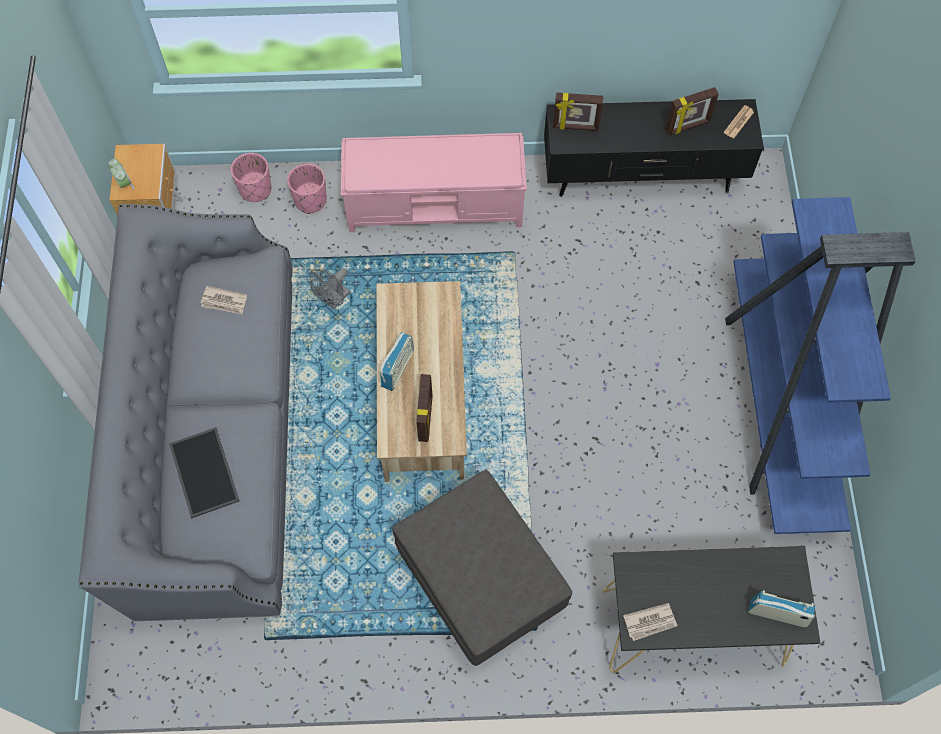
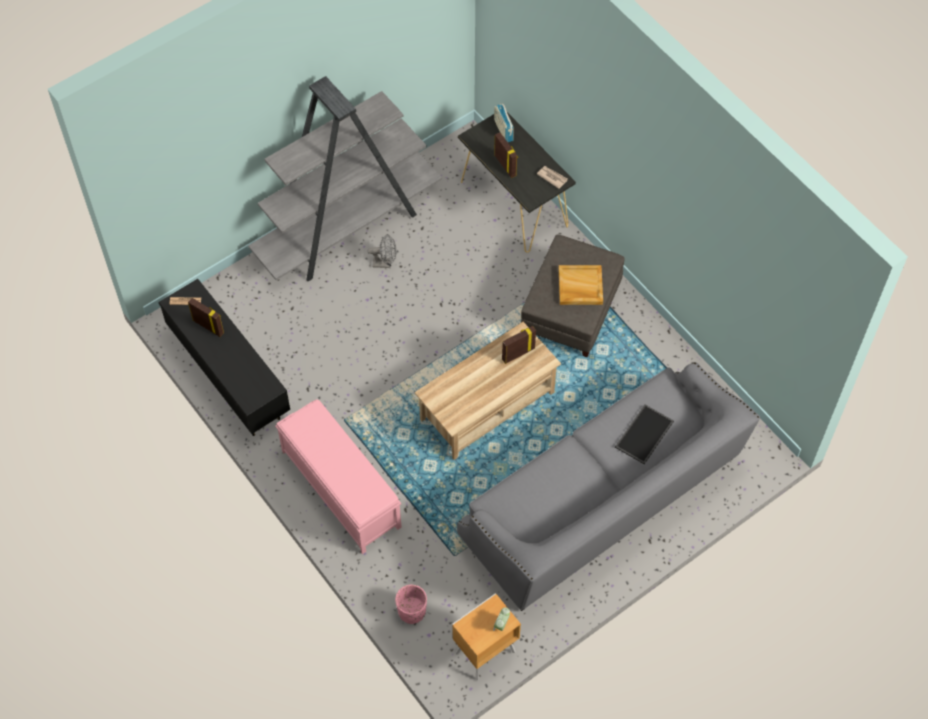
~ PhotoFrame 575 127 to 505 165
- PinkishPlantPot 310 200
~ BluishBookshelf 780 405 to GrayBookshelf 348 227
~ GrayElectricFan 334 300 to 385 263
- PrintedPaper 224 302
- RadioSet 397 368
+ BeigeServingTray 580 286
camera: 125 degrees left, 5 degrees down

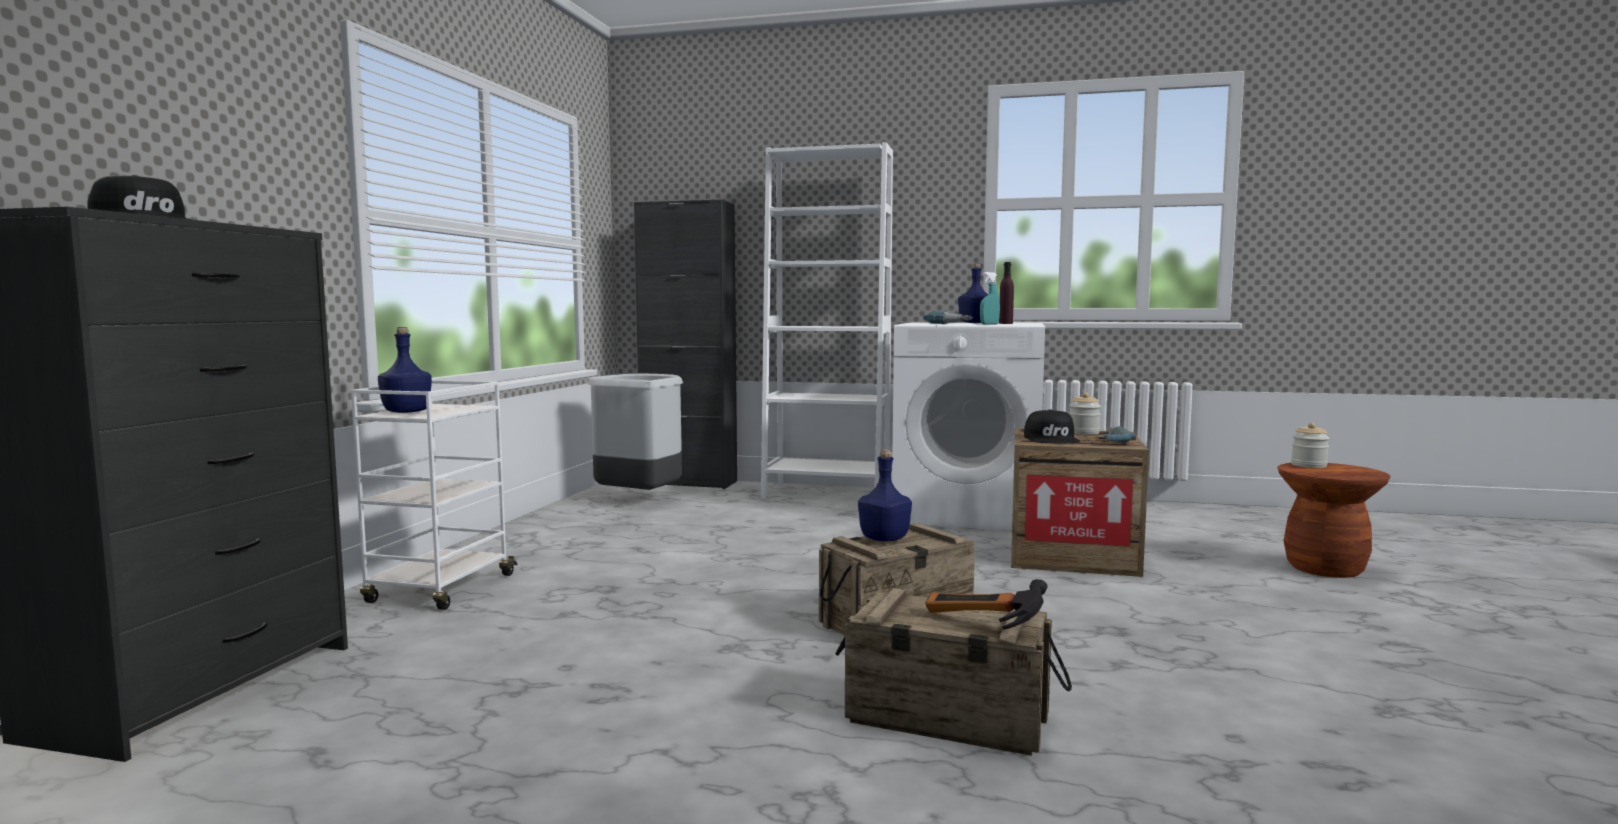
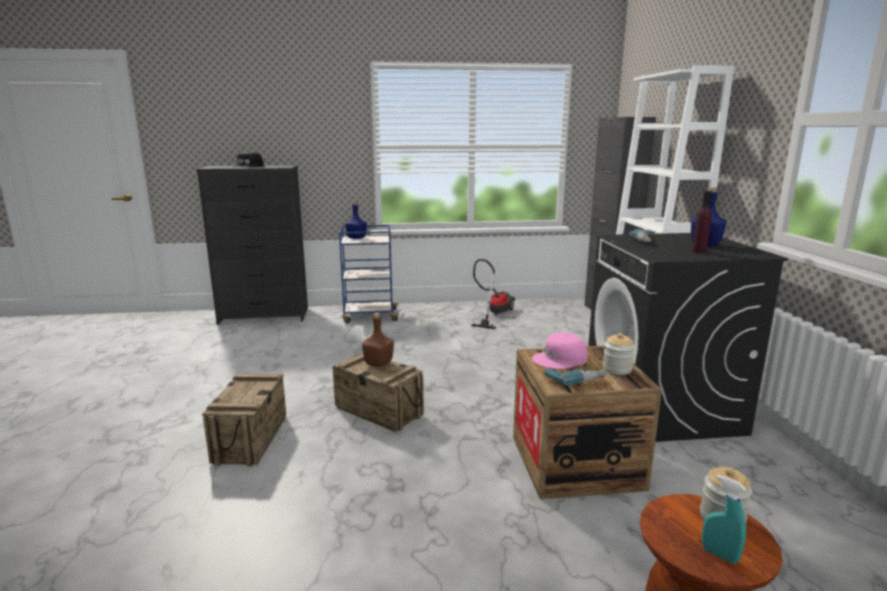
~ TurquoiseSprayBottle 989 324 to 719 555
~ WhitishLaundryMachine 969 512 to BlackLaundryMachine 662 408
- GrayWasteBin 641 500
~ WhitishTrolley 440 589 to BluishTrolley 369 316
~ BlackCap 1052 439 to PinkishCap 560 359
~ BluishDrinkBottle 884 539 to BrownColouredDrinkBottle 378 363
- ToolHammer 978 626
+ Vacuum 494 314
camera: 70 degrees right, 10 degrees up

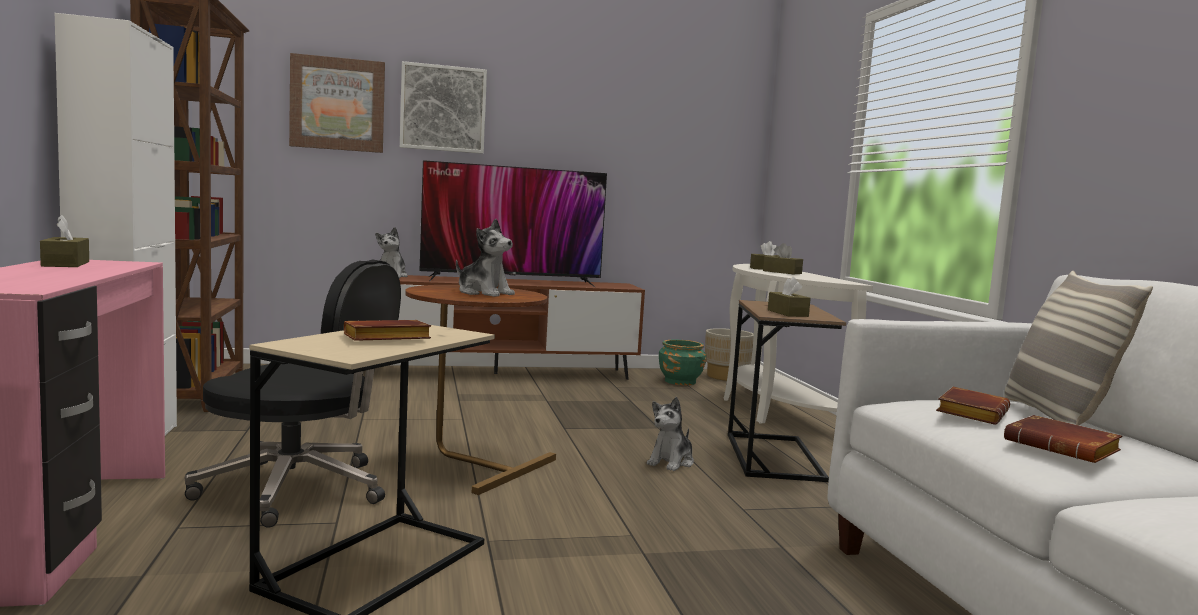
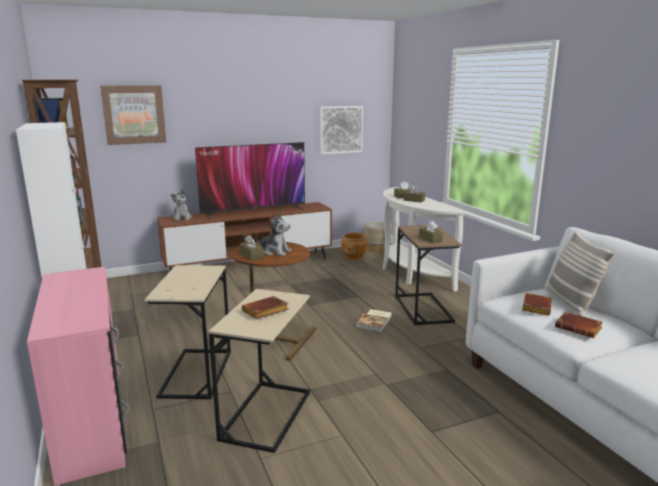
~ WallArt 443 108 to 340 129
~ BrownColouredTissueHolder 65 264 to 251 256
~ BlackOfficeChair 298 490 to BeigeSideTable 196 373
~ GreenColouredPlantPot 680 381 to BrownColouredPlantPot 354 257
~ SoftToy 671 462 to Book 374 321
camera: 10 degrees left, 10 degrees up

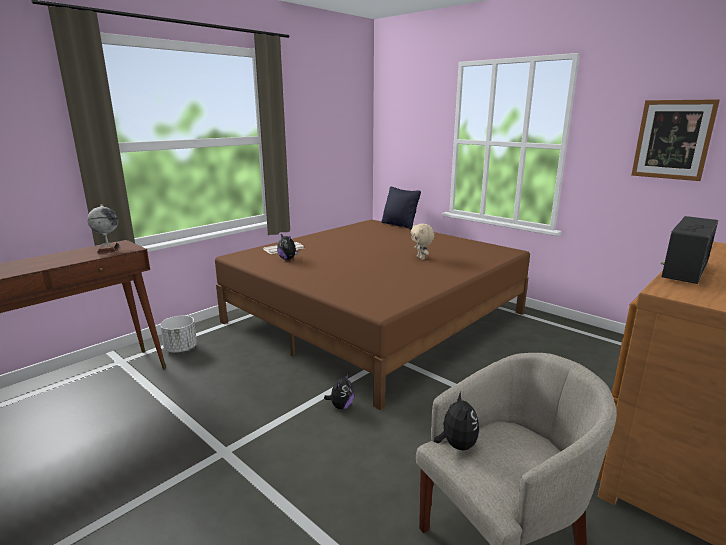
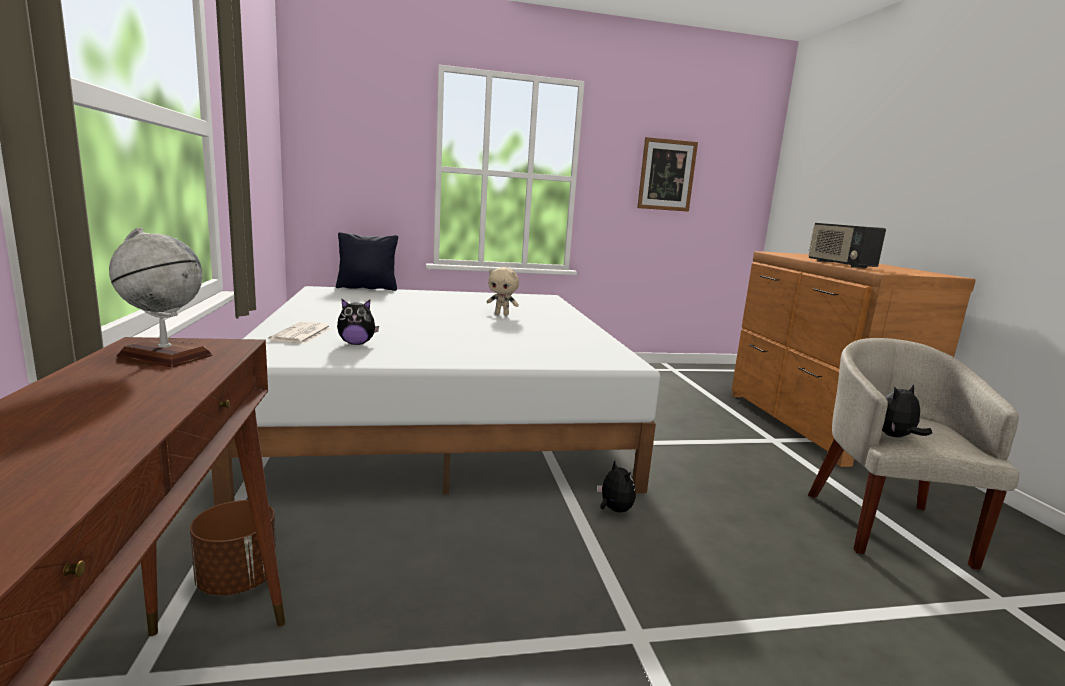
~ BrownColouredBedroomBed 375 318 to WhitishBedroomBed 440 415
~ WhitishPlantPot 181 349 to BrownColouredPlantPot 237 580
~ SoftToy 456 445 = 896 437 60 degrees counterclockwise
camera: 55 degrees left, 5 degrees down

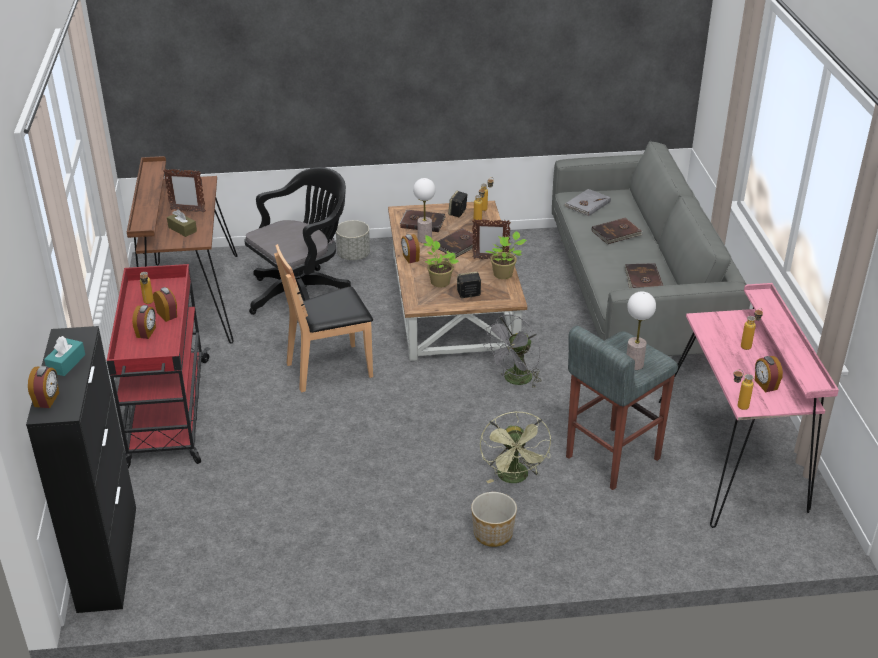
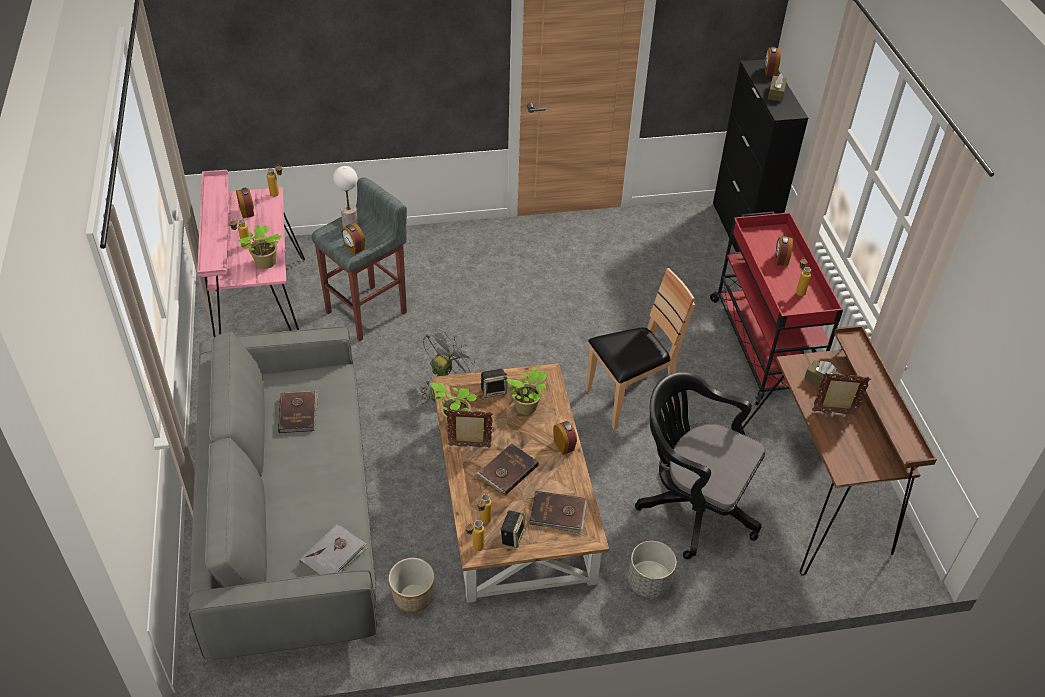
~ BlackOfficeChair 302 294 = 692 505 75 degrees clockwise
- TableLamp 424 239
- BrownColouredBook 617 233
~ AlarmClock 167 315 to 354 247
~ TurquoiseTissueHolder 66 363 to BrownColouredTissueHolder 776 93
- GreenColouredElectricFan 515 478
~ PlantPot 493 533 to 412 597
+ PottedPlant 264 263
camera: 175 degrees right, 10 degrees up

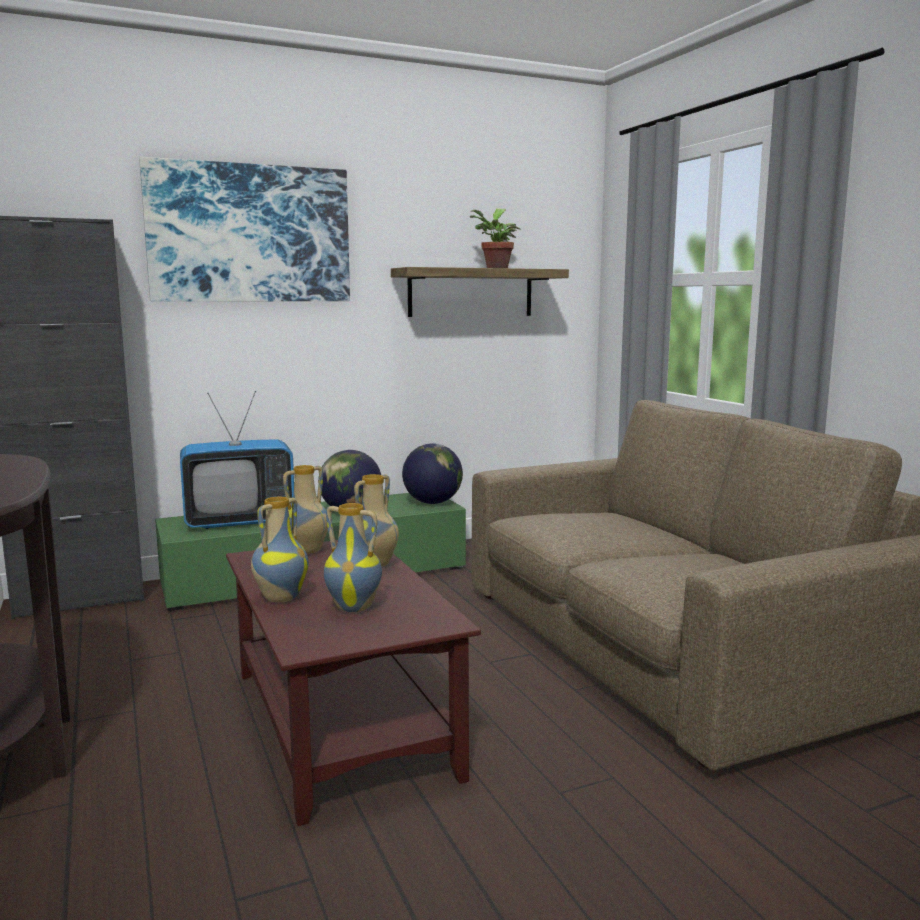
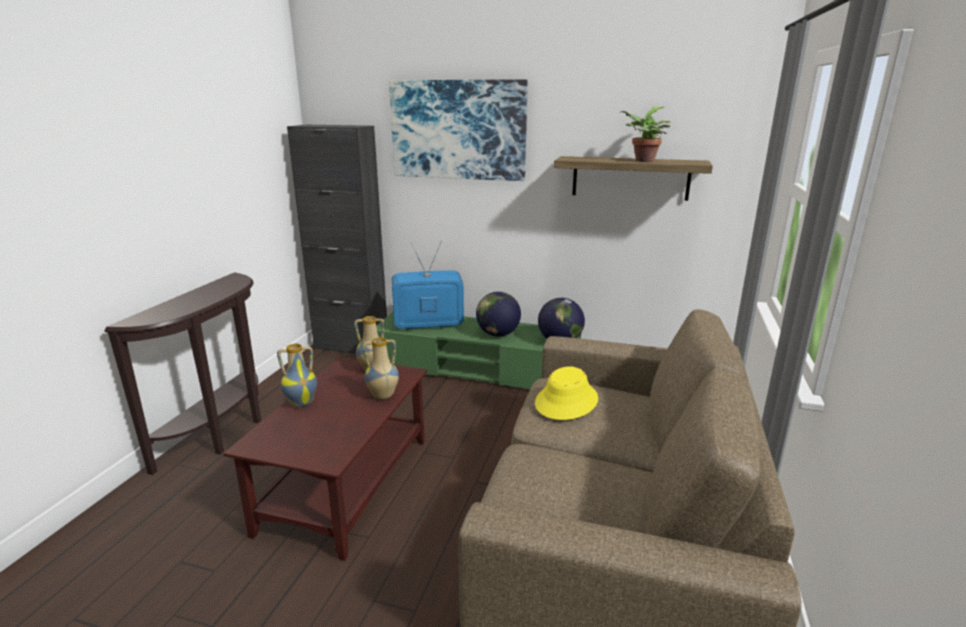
~ Tv 240 521 = 428 324 150 degrees clockwise
- DecorativeVase 355 607
+ YellowHat 566 401
camera: 40 degrees right, 10 degrees up

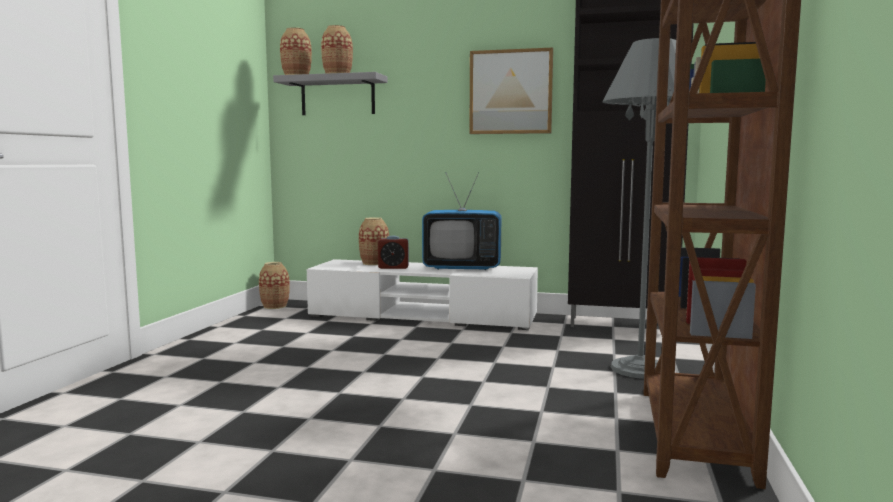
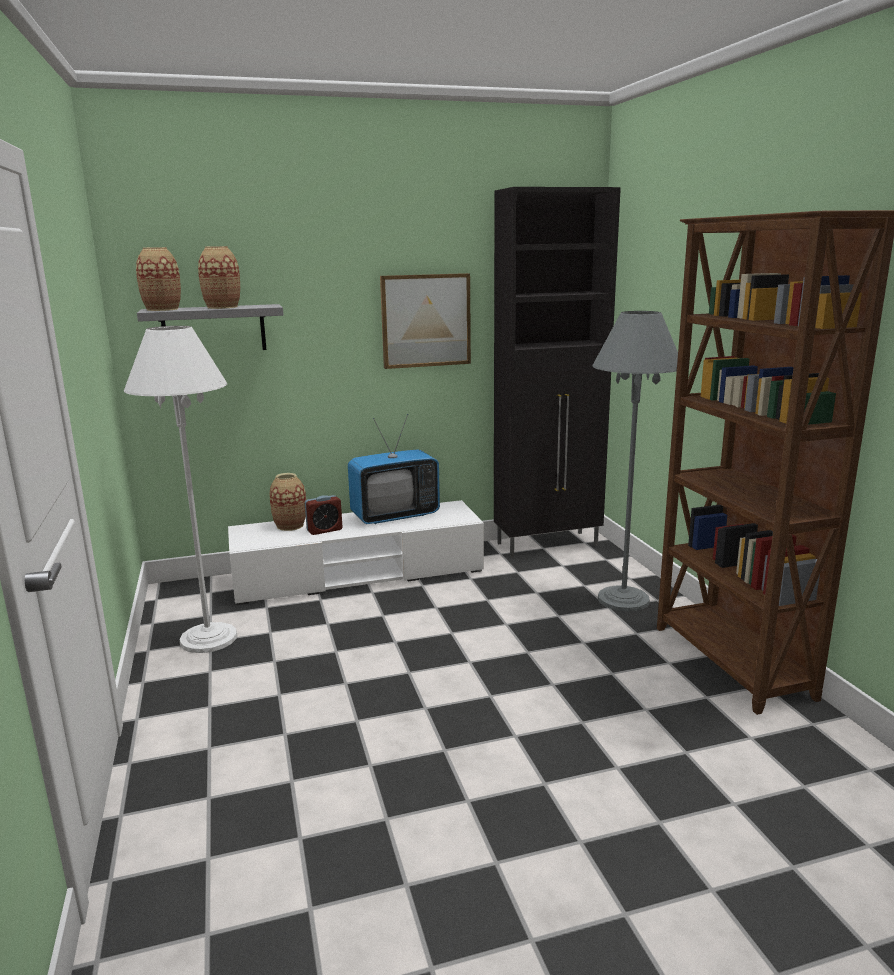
- DecorativeVase 275 306
+ WhitishStandingLamp 209 638
camera: 30 degrees left, 10 degrees up

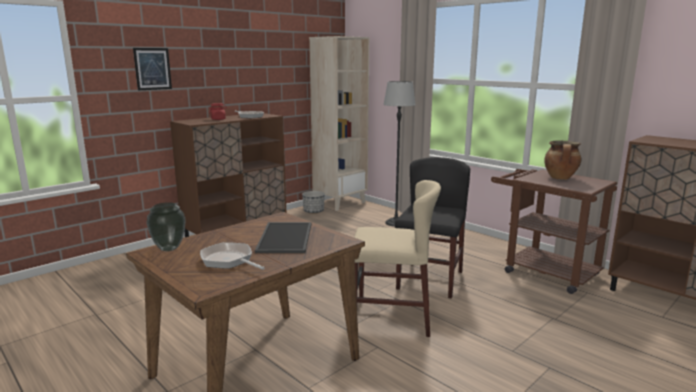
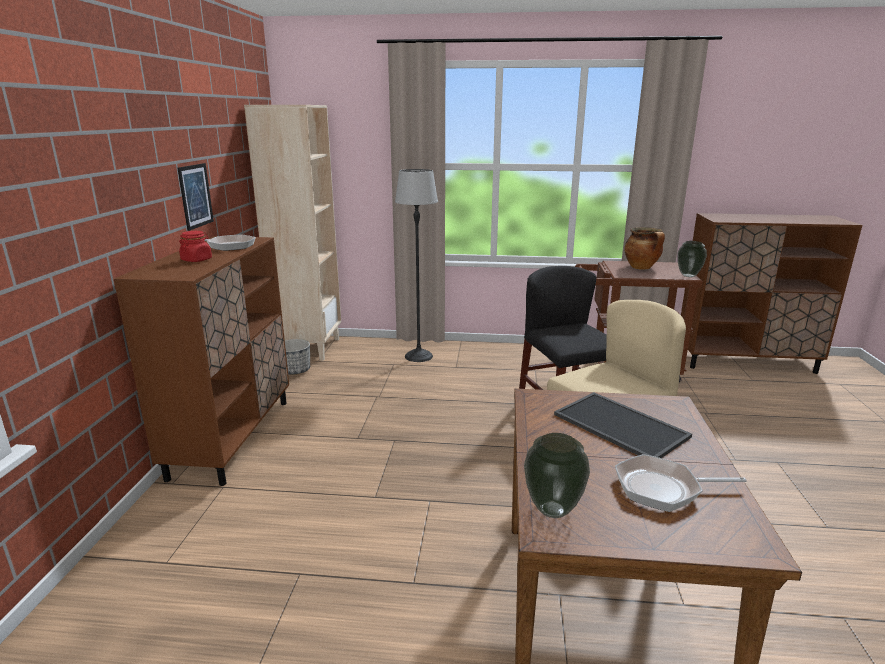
~ WallArt 152 69 to 195 196
+ DecorativeVase 688 275
camera: 40 degrees left, 5 degrees up

